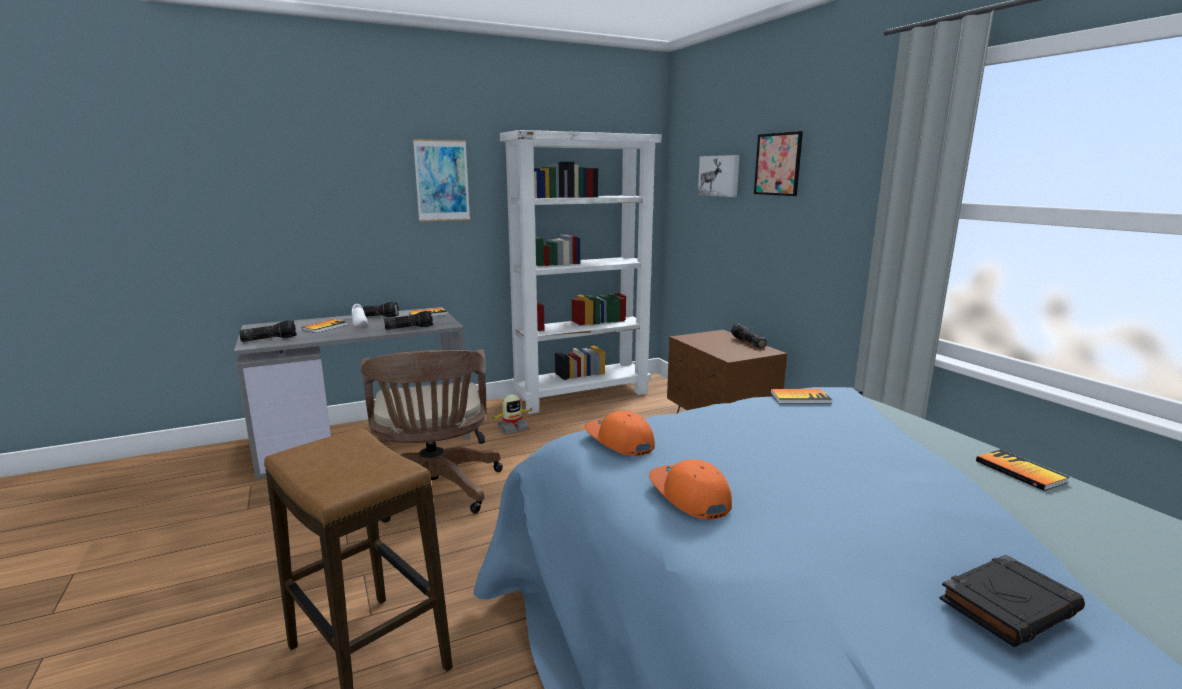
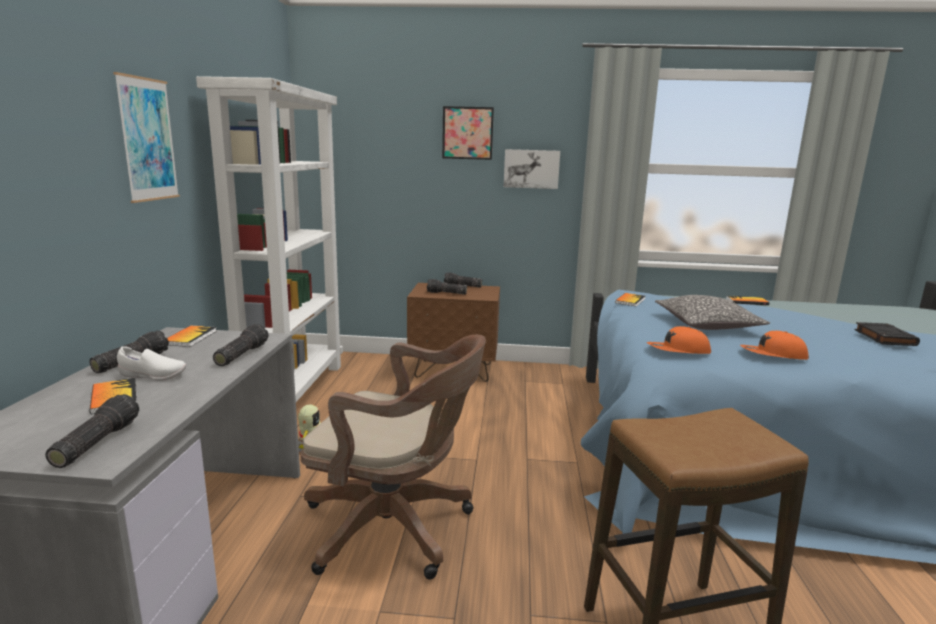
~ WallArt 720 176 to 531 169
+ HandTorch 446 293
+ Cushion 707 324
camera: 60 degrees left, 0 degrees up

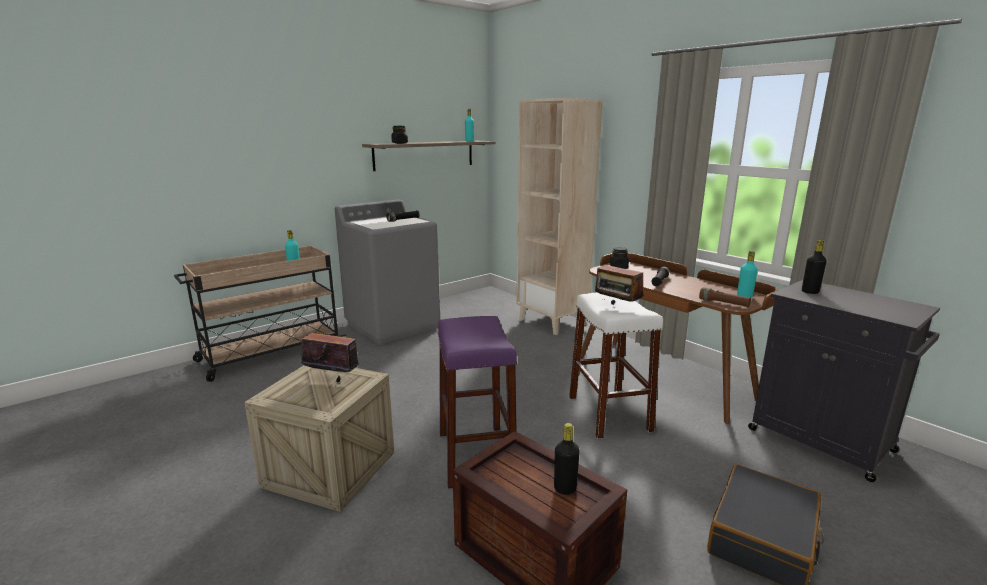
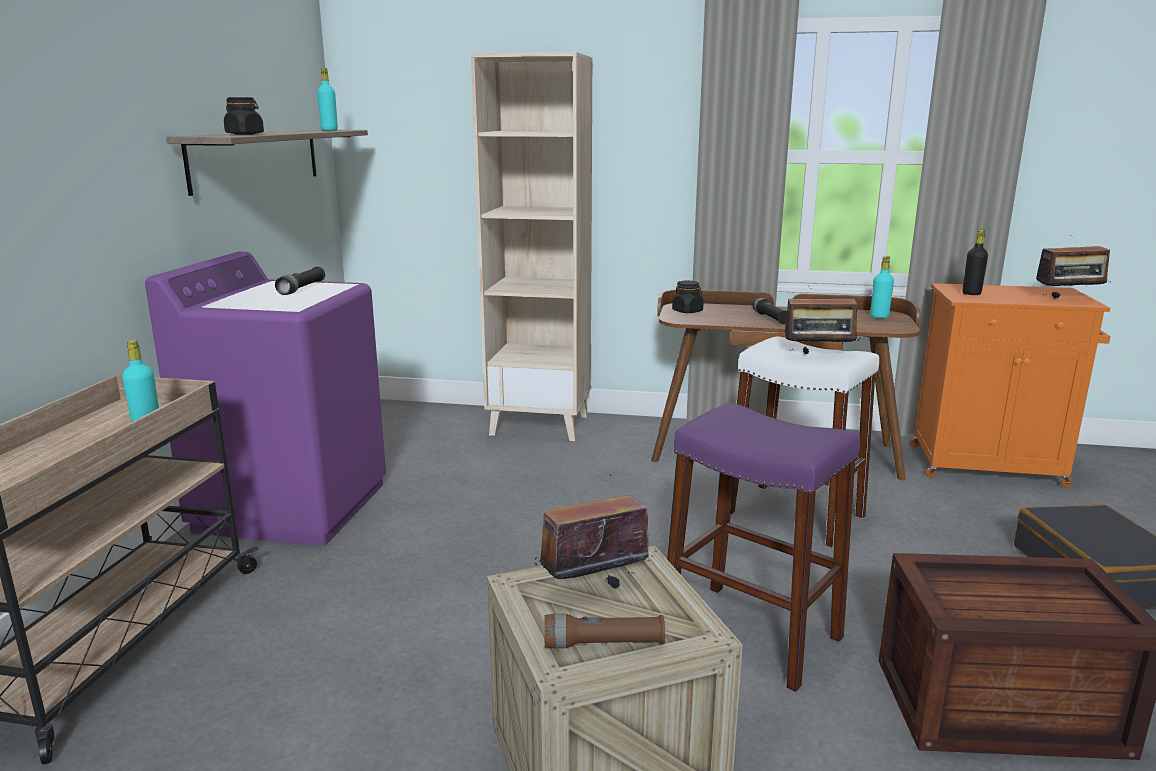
~ GrayLaundryMachine 393 325 to PurpleColouredLaundryMachine 293 506
~ BlackCabinet 823 441 to OrangeyCabinet 989 466
~ BrownColouredHandTorch 723 303 to 604 644
- BlackDrinkBottle 565 489
+ RadioSet 1068 299
camera: 40 degrees left, 0 degrees up

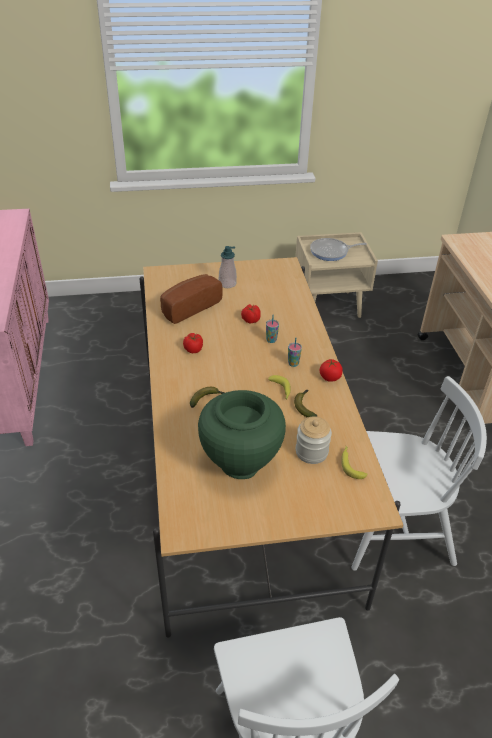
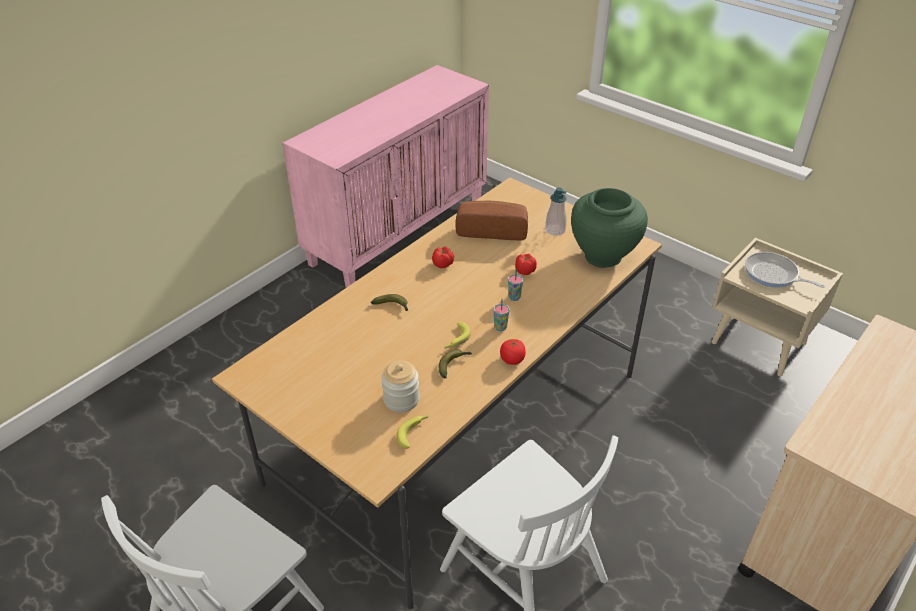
~ GreenColouredDecorativeVase 240 462 to 603 256
camera: 50 degrees right, 0 degrees up

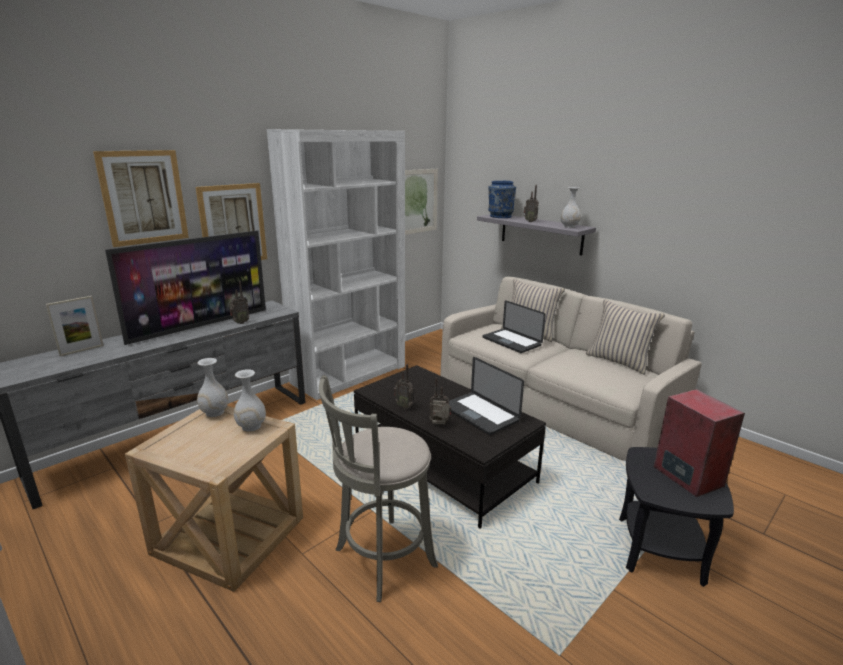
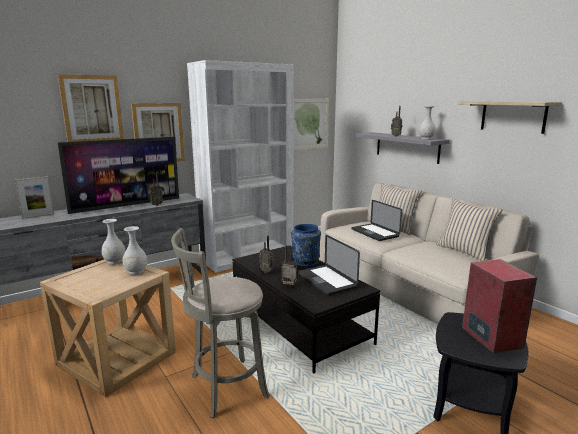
~ BluishDecorativeVase 500 216 to 305 262
+ BracketShelf 513 116
camera: 10 degrees right, 5 degrees down

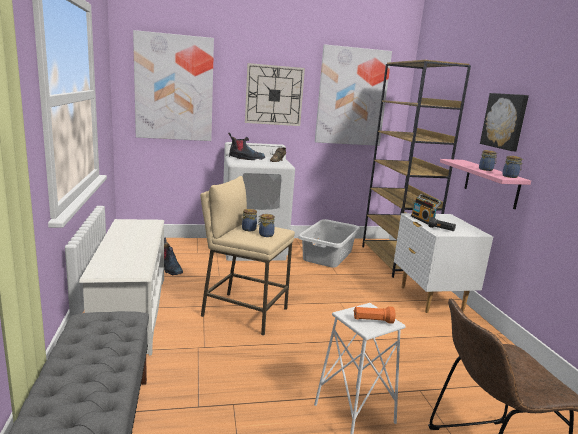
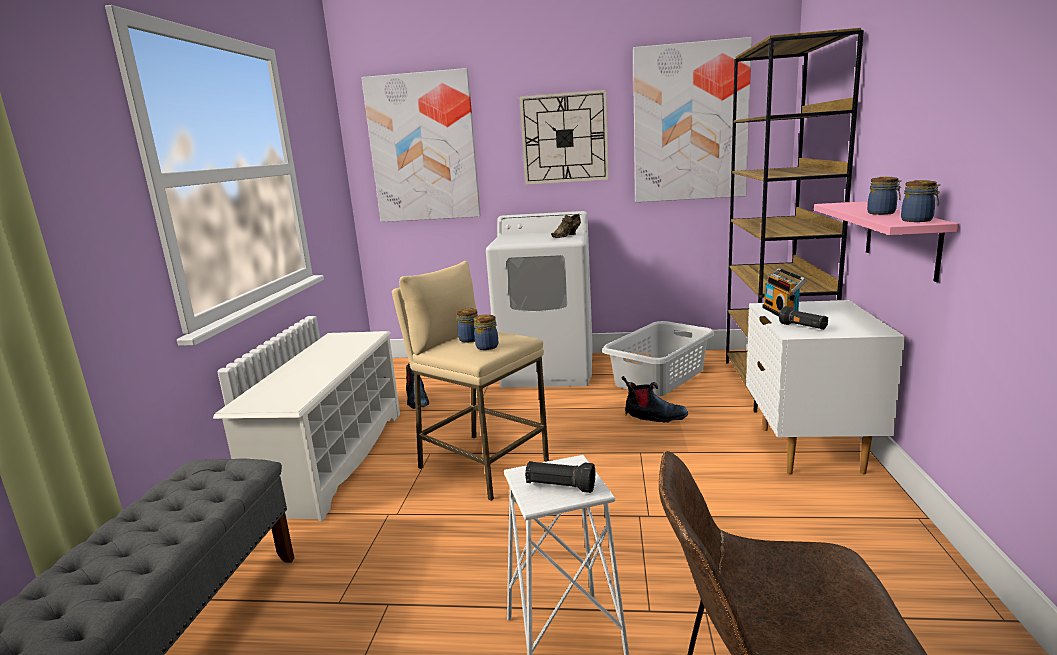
- WallArt 505 121
~ Boot 246 158 to 654 417
~ OrangeyHandTorch 372 321 to BlackHandTorch 560 487
camera: 20 degrees right, 0 degrees up

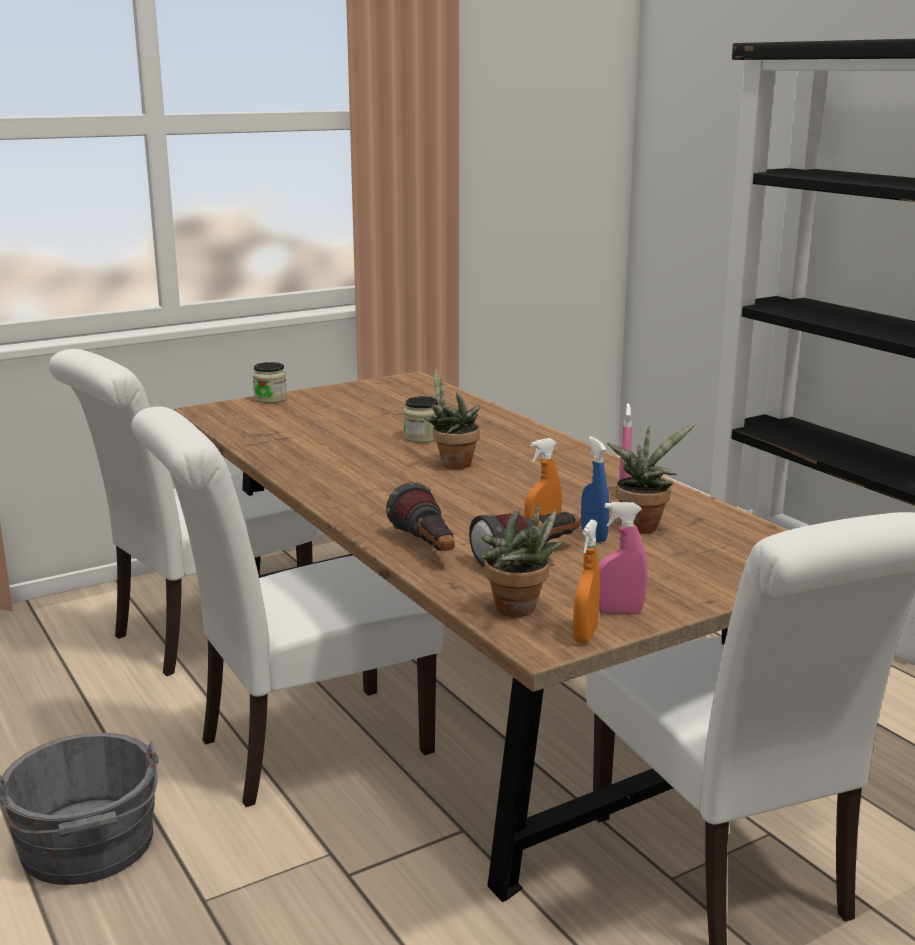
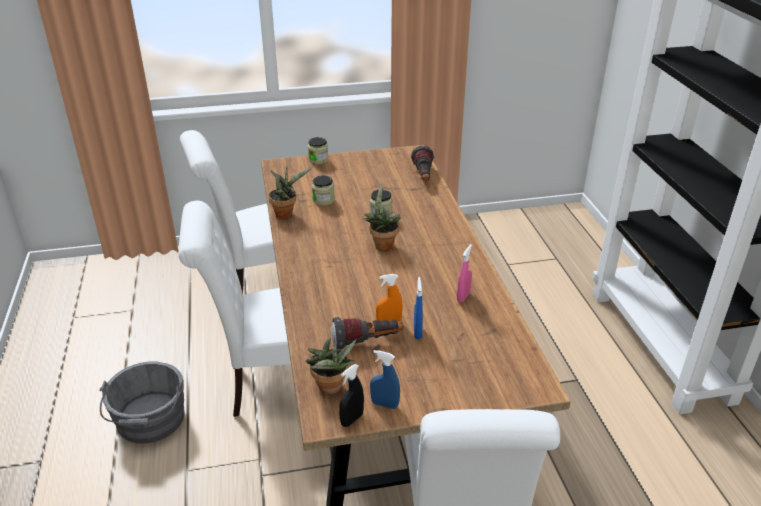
~ PottedPlant 642 525 to 286 213
~ HandTorch 427 548 to 423 176
~ PinkishSprayBottle 619 611 to BluishSprayBottle 384 404
~ OrangeySprayBottle 585 635 to BlackSprayBottle 352 419
+ Jar 323 200
camera: 20 degrees right, 15 degrees up

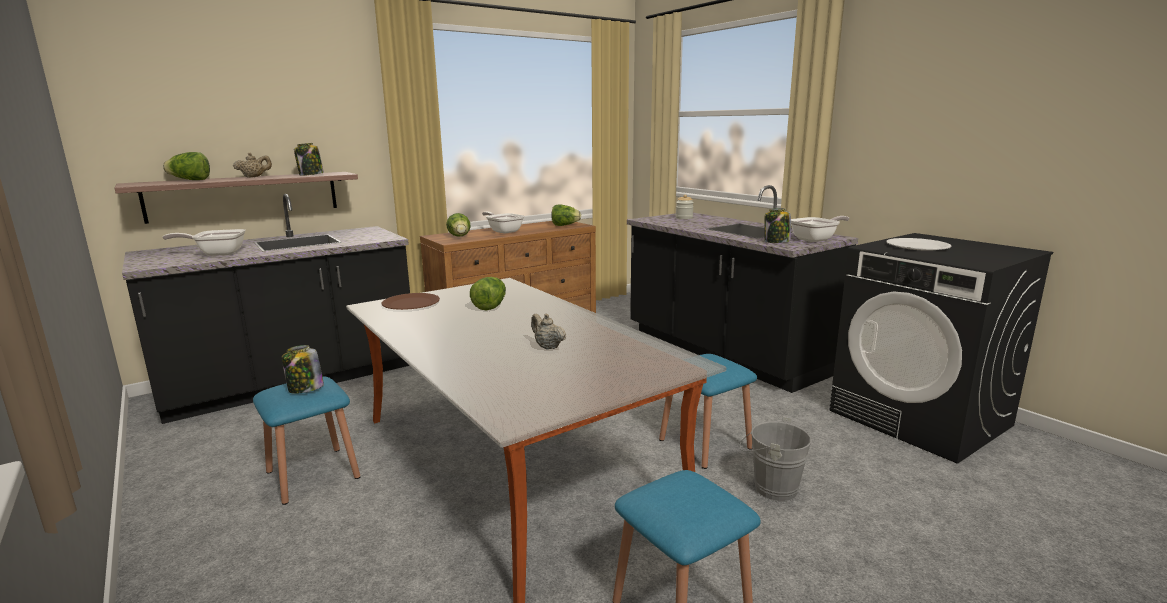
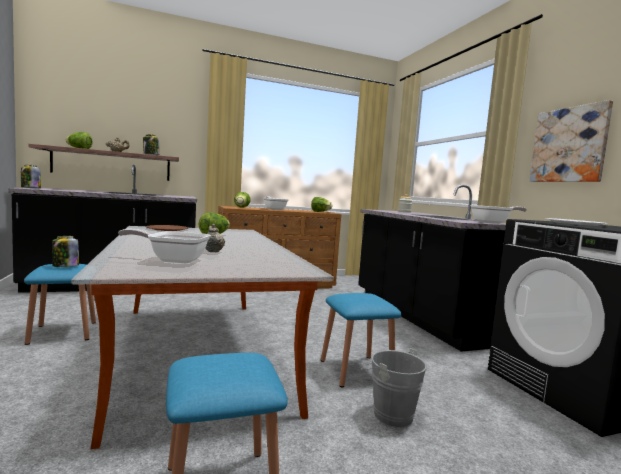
~ Jar 776 242 to 30 188
~ Skillet 217 253 to 173 260
+ WallArt 569 145
camera: 15 degrees right, 10 degrees down

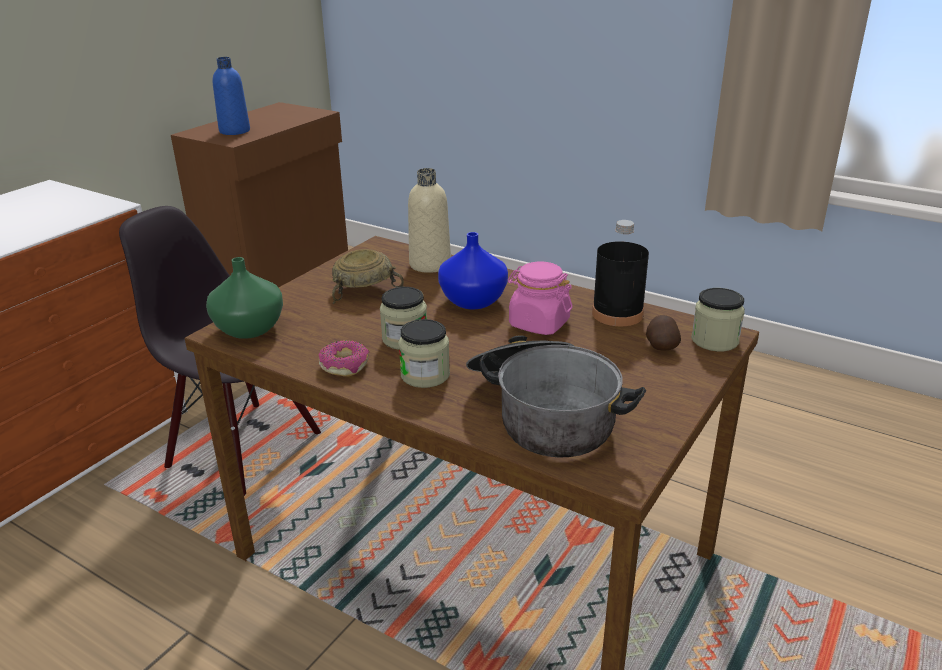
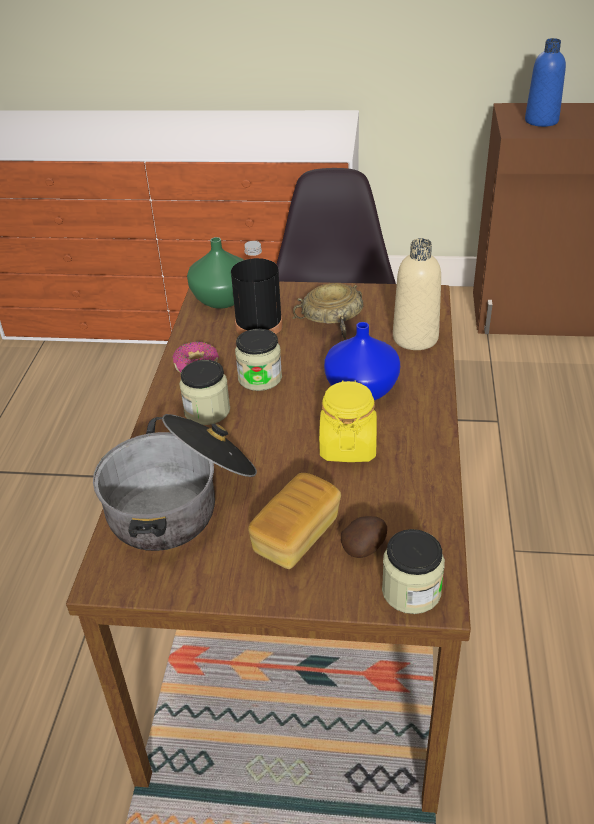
~ BlackDrinkBottle 617 314 to 259 326
~ PinkishJar 538 323 to YellowJar 348 446
+ BakedBread 296 535
camera: 65 degrees right, 10 degrees up

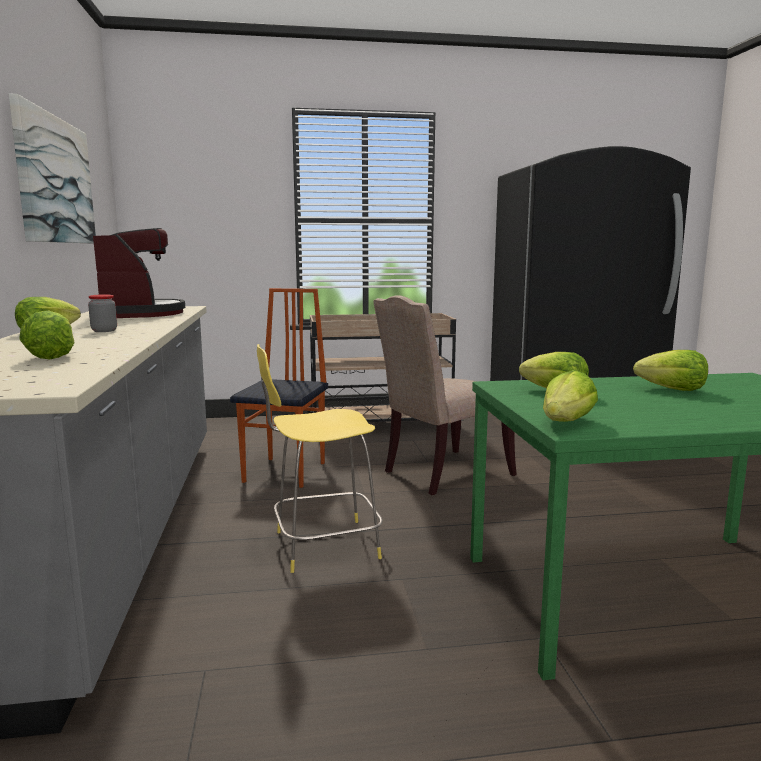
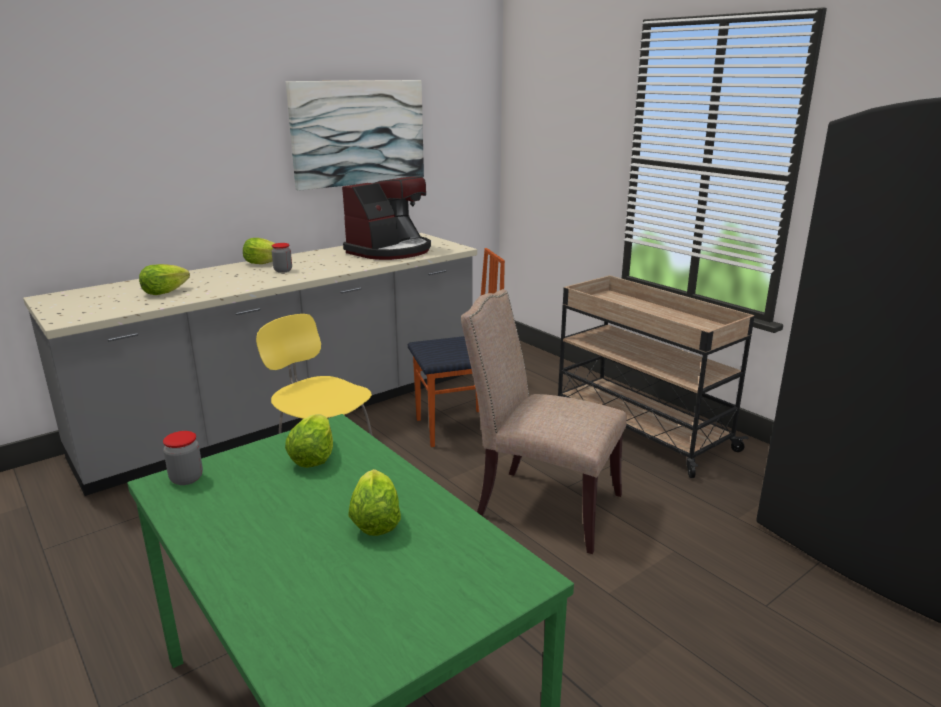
~ Lettuce 566 422 to Jar 186 478
camera: 60 degrees right, 10 degrees up

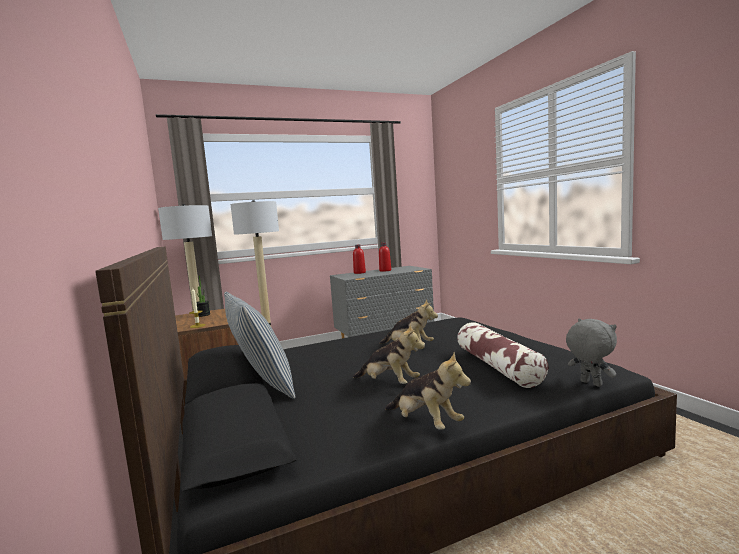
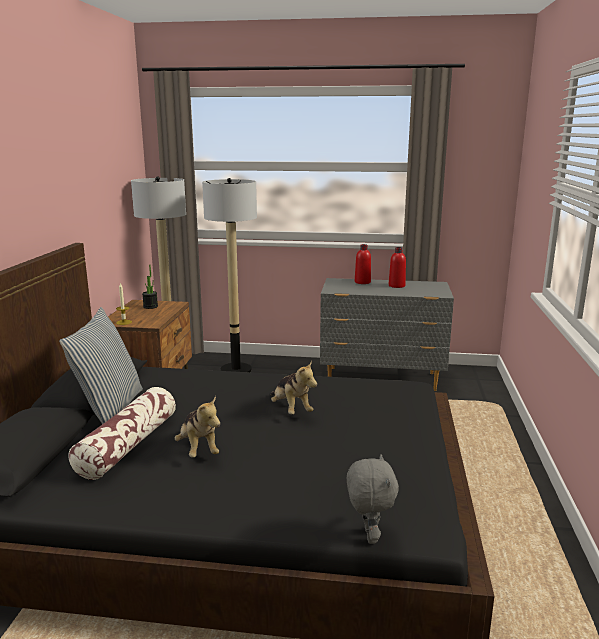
~ Cushion 497 366 to 128 445
- SoftToy 426 423
camera: 30 degrees right, 10 degrees up

